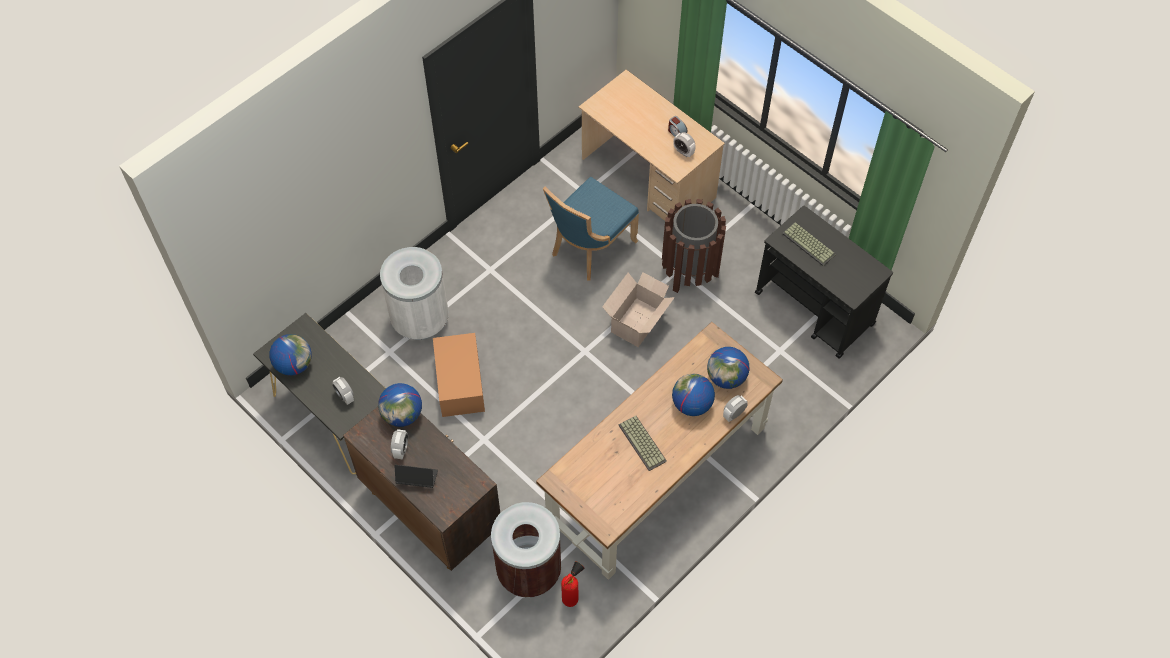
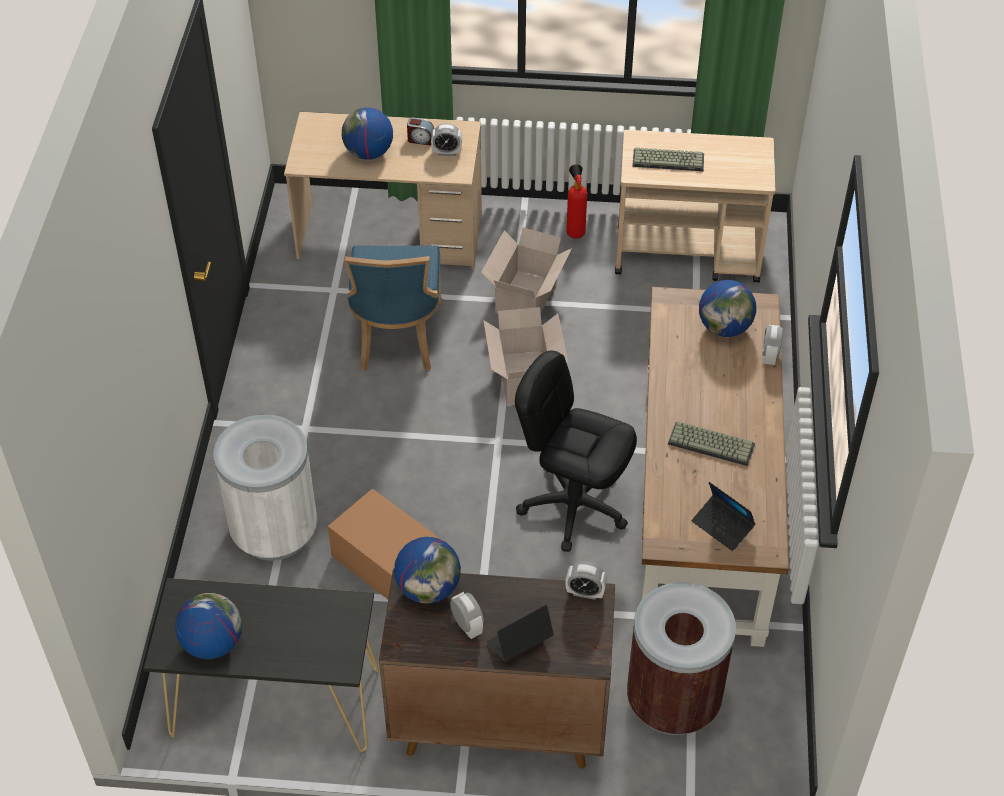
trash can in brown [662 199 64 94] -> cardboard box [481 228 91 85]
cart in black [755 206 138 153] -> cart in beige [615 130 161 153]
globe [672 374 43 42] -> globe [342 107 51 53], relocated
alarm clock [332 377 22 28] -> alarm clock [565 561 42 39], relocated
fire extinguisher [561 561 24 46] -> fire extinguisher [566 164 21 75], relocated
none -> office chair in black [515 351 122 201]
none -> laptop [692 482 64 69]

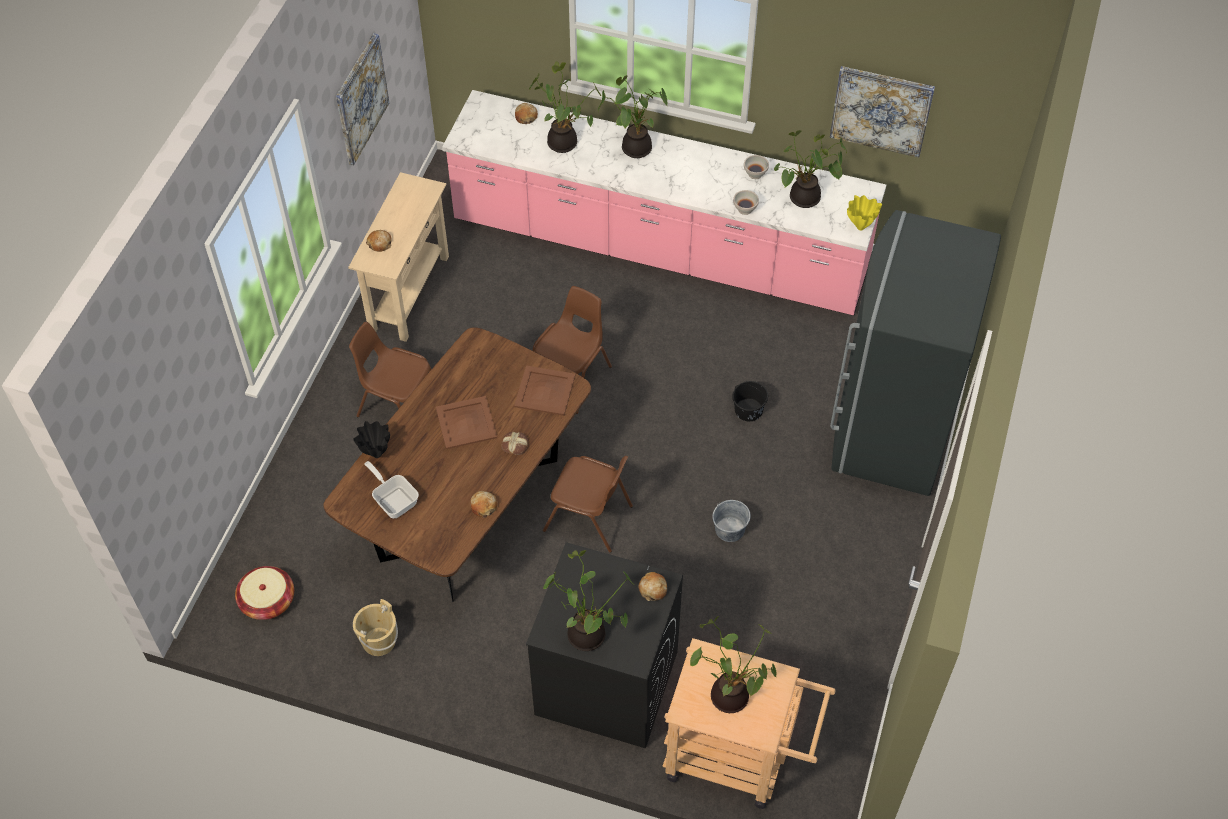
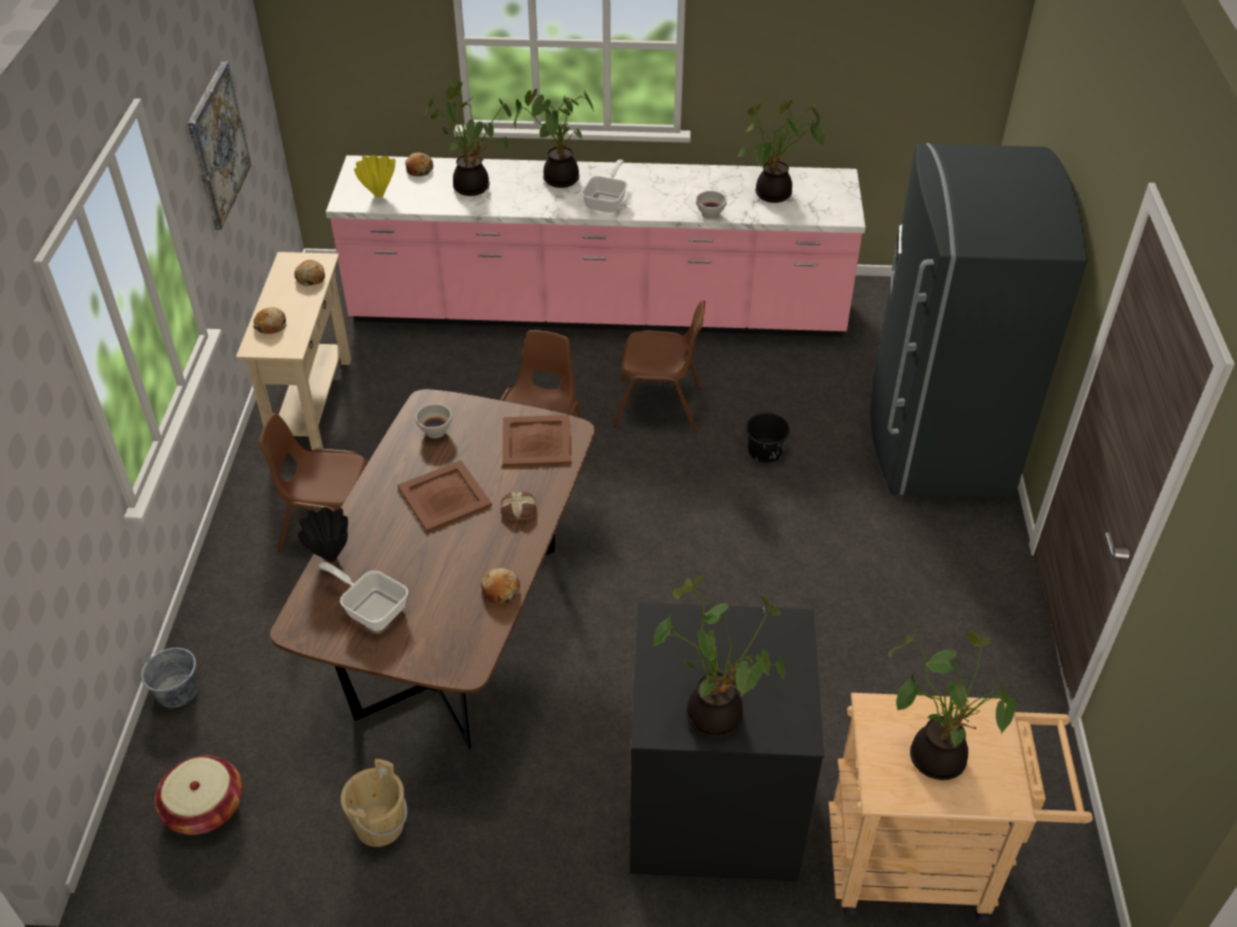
picture [830 66 105 92] -> none
bowl in white [744 155 25 24] -> bowl in white [415 404 37 34], relocated
vase in yellow [847 195 35 35] -> vase in yellow [354 155 41 43], relocated
chair in brown [543 456 90 97] -> chair in brown [613 300 92 132], relocated
bucket in grey [712 500 39 42] -> bucket in grey [141 648 57 60], relocated
bread [638 572 29 29] -> bread [294 260 31 26], relocated
none -> frying pan [581 159 47 54]

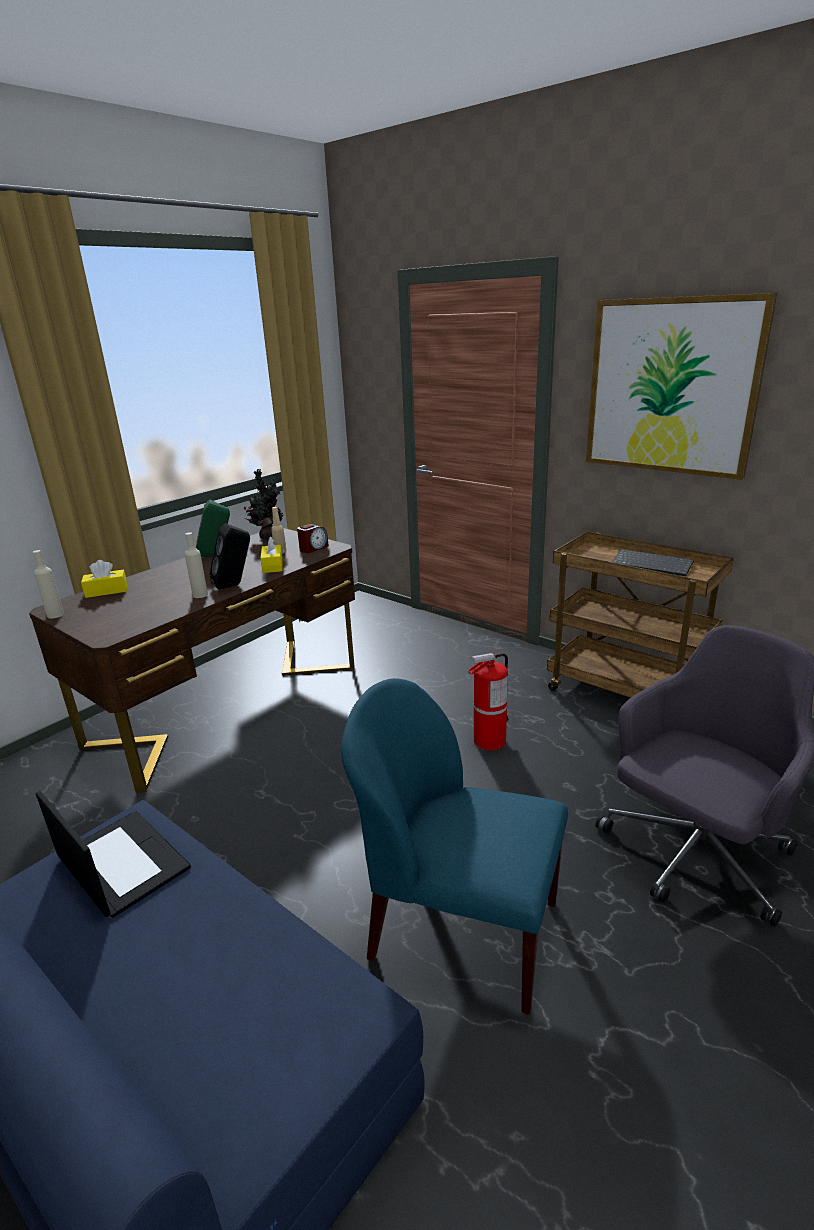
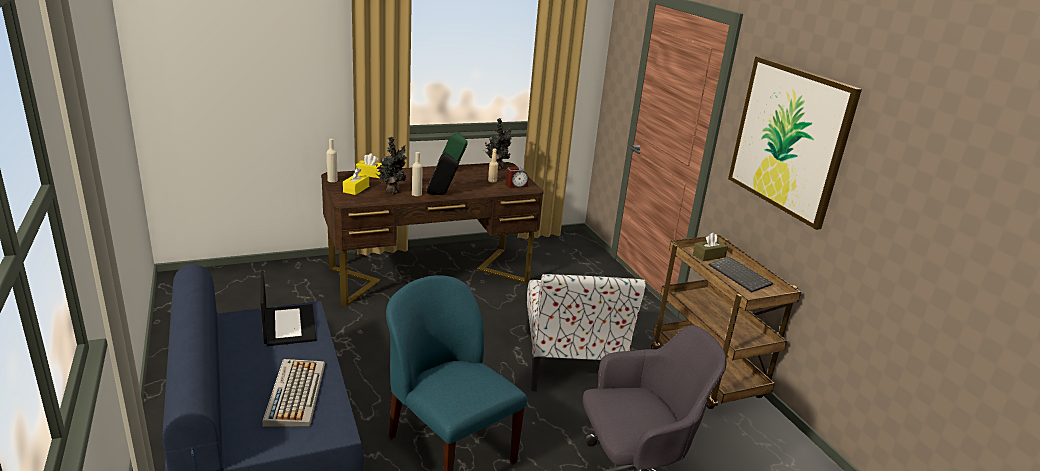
tissue box in yellow [261 536 22 37] -> tissue box in yellow [343 168 26 27], relocated
fire extinguisher [468 653 41 98] -> chair [526 274 120 117]
none -> potted plant [375 136 32 58]
none -> tissue box in brown [693 233 35 28]
none -> keyboard [262 359 63 68]

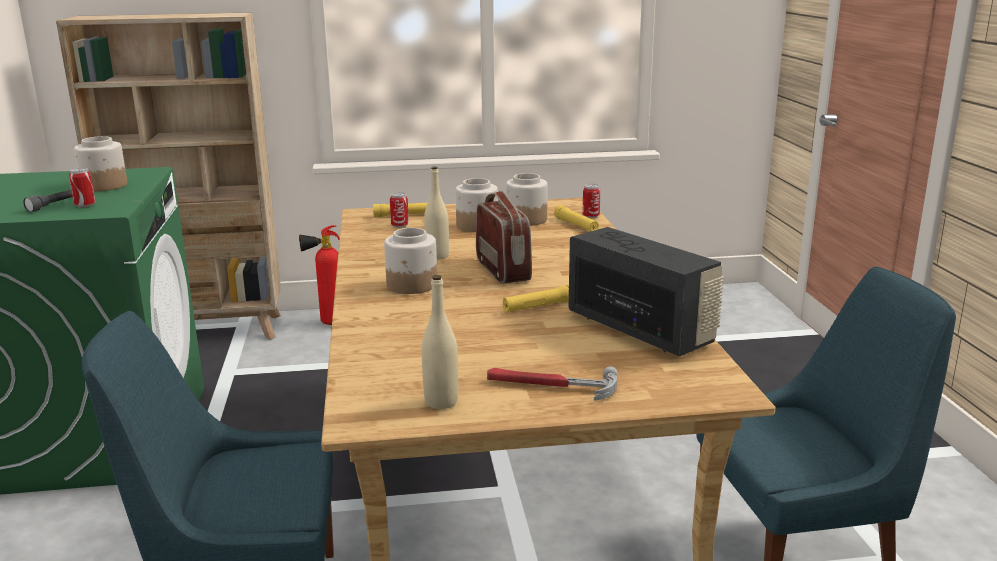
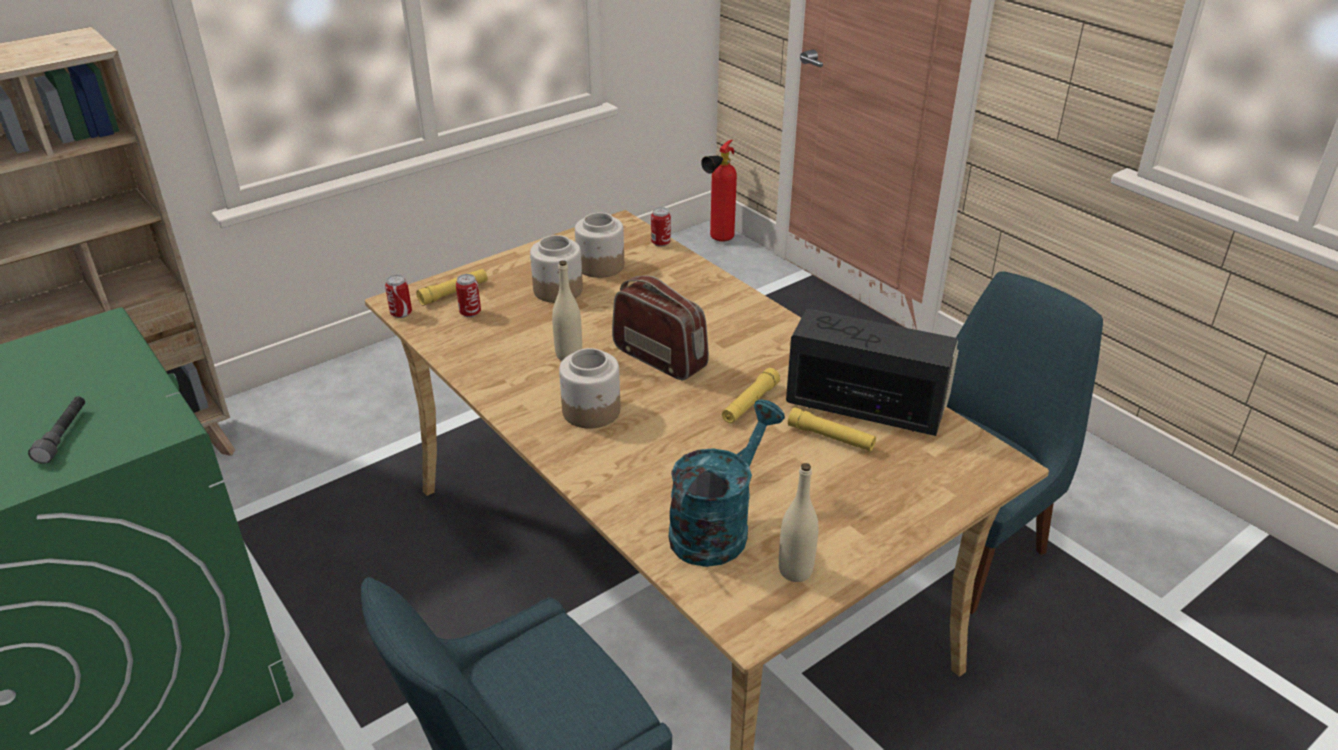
jar [74 136 53 55] -> none
can [69 168 26 40] -> can [385 275 27 43], relocated
flashlight in yellow [554 205 45 26] -> flashlight in yellow [788 407 88 44], relocated
fire extinguisher [299 225 41 100] -> fire extinguisher [701 140 36 101], relocated
hammer [487 366 131 35] -> none
none -> watering can in turquoise [669 400 116 167]

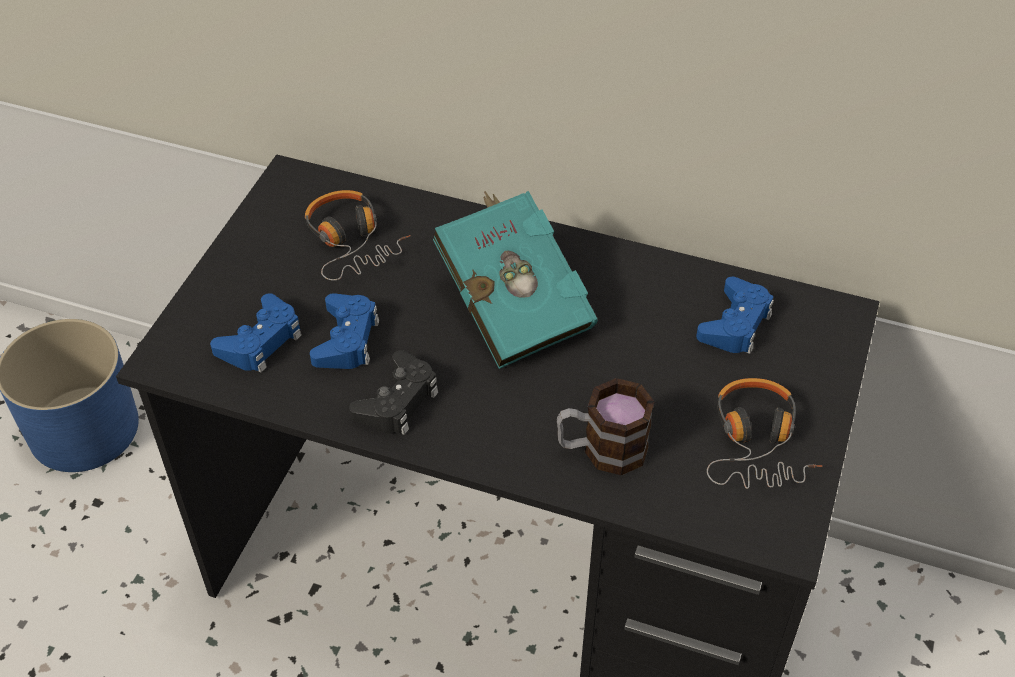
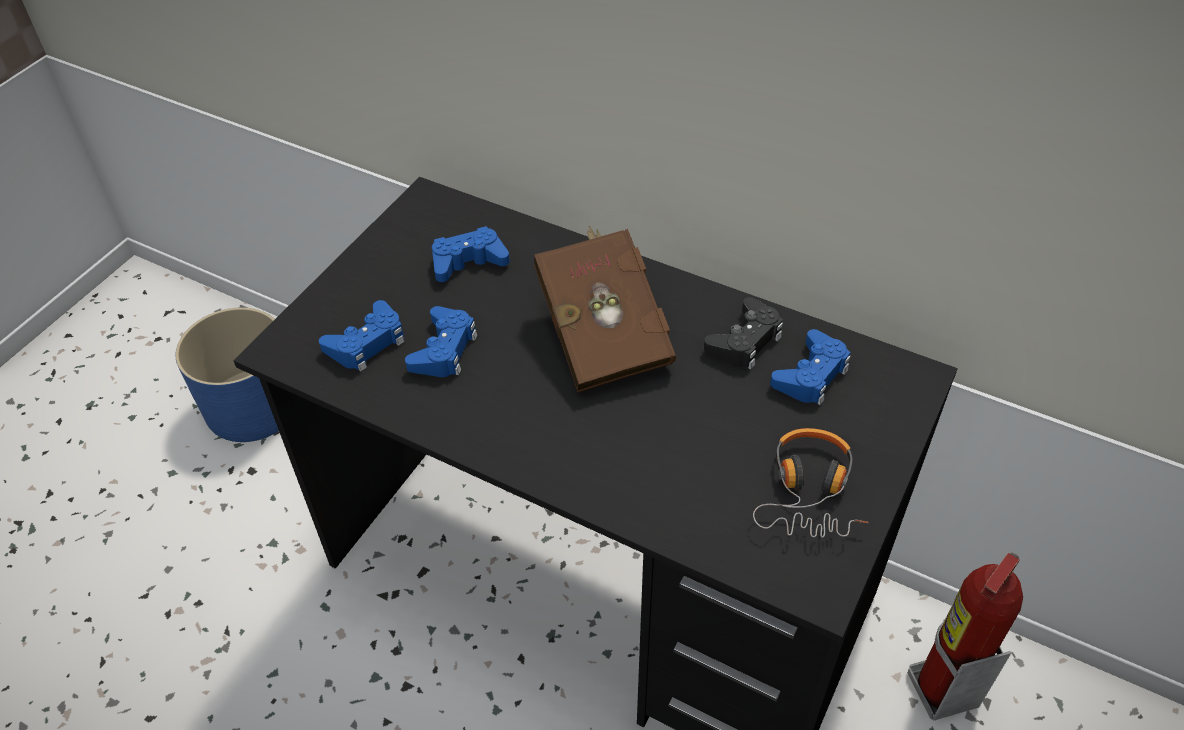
headphones [305 190 106 91] -> game controller in blue [432 226 78 56]
book in turquoise [433 191 165 178] -> book in brown [534 225 142 168]
game controller in black [349 350 89 85] -> game controller in black [704 297 79 72], relocated
mug [557 378 98 97] -> none
none -> fire extinguisher [908 553 115 168]

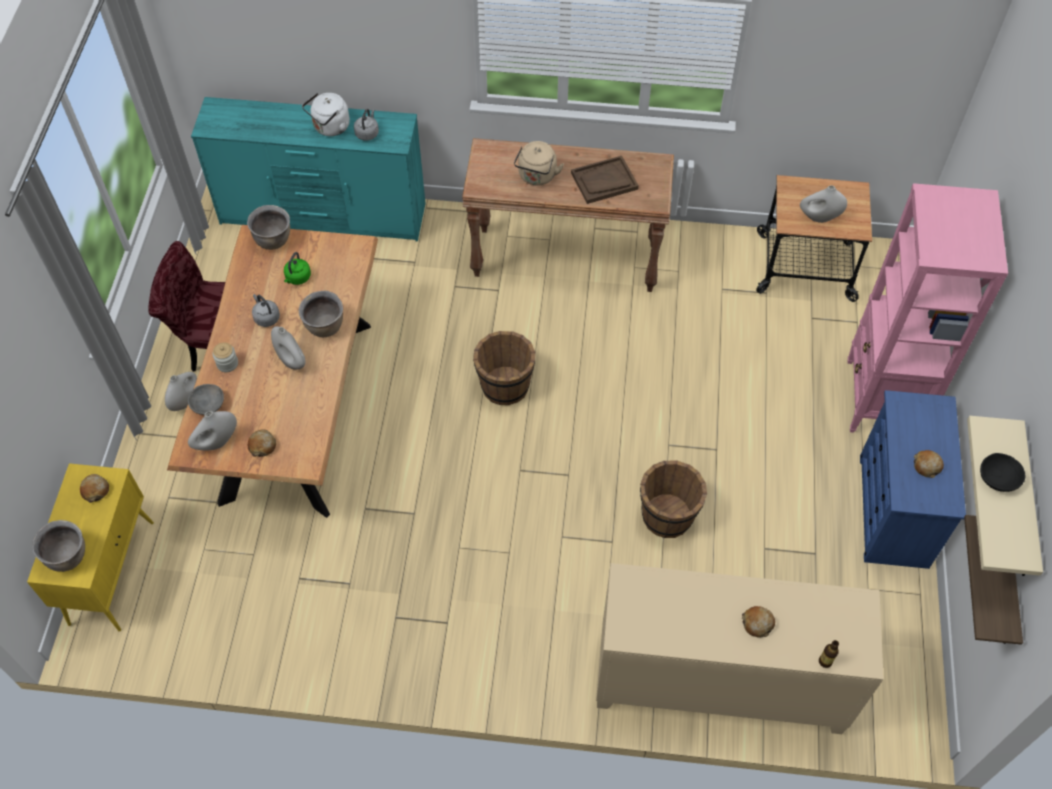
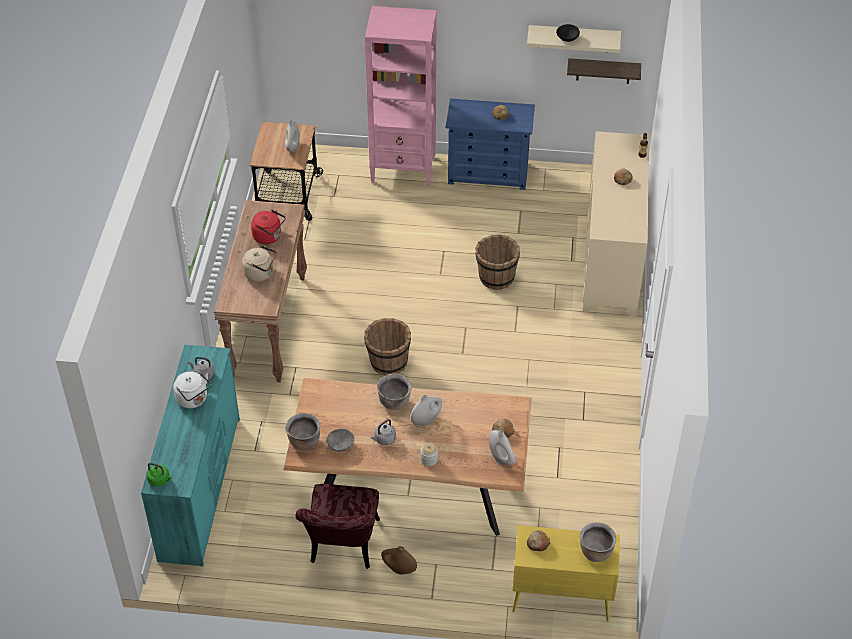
tray in brown [571 156 68 48] -> kettle in red [251 210 35 34]
kettle in green [284 252 27 33] -> kettle in green [146 463 26 24], relocated
vase in white [165 372 32 39] -> vase in brown [381 546 36 29]
bowl in grey [188 384 36 31] -> bowl in grey [327 429 27 23], relocated

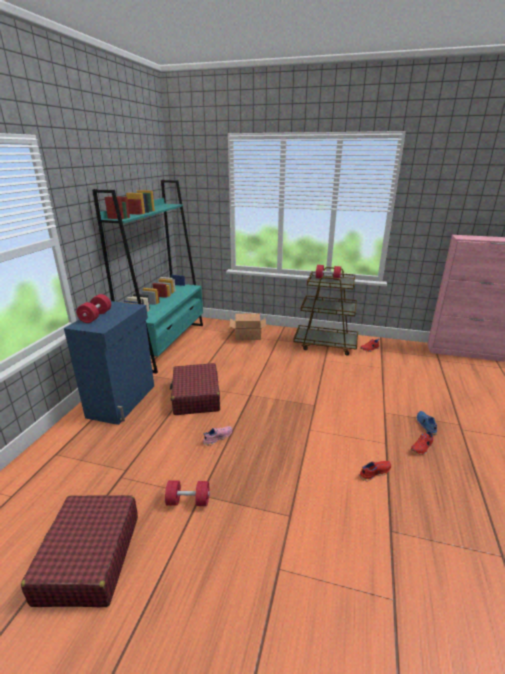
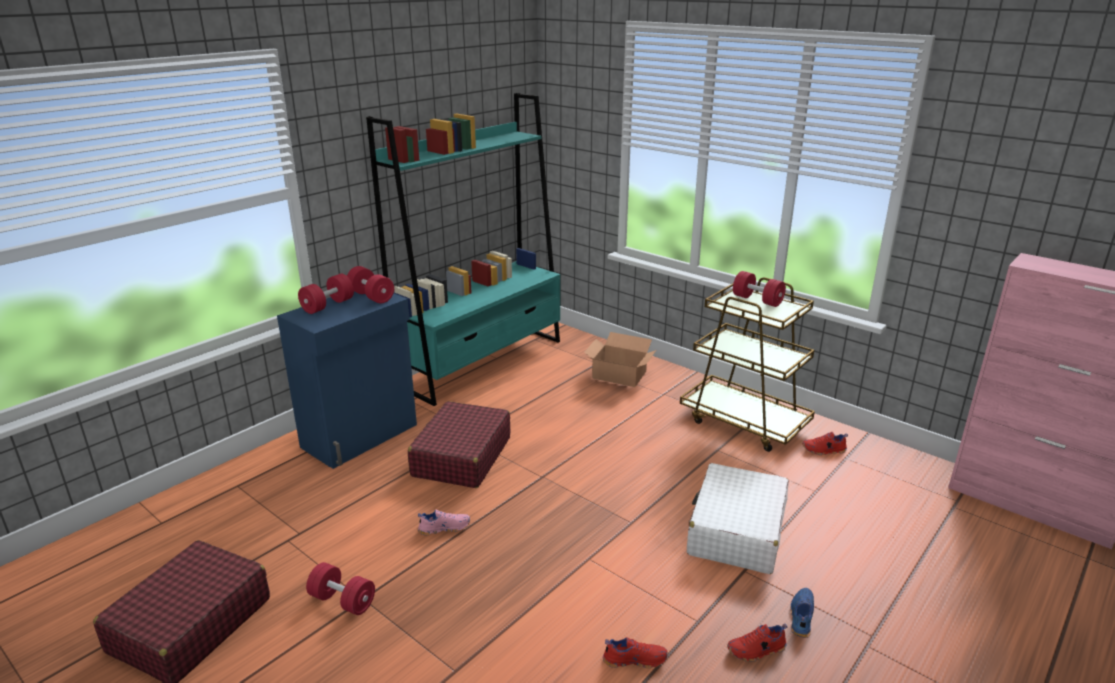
none -> dumbbell in red [347 266 47 37]
none -> suitcase in white [687 463 102 111]

